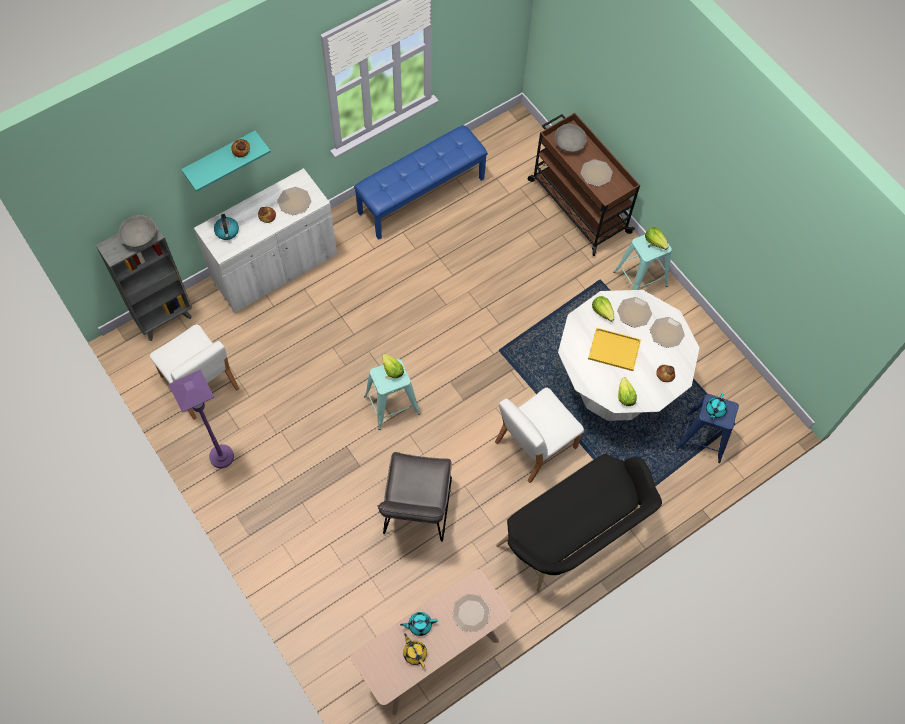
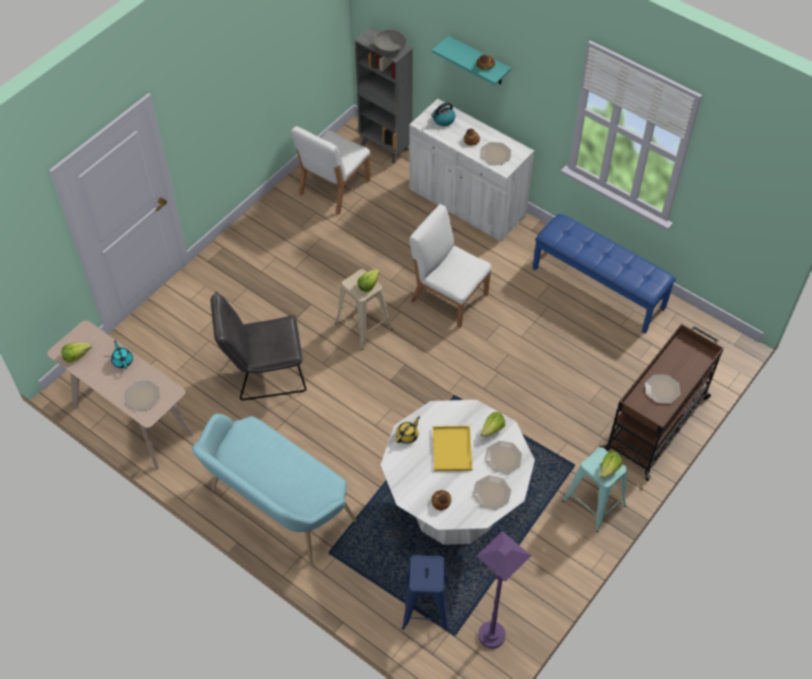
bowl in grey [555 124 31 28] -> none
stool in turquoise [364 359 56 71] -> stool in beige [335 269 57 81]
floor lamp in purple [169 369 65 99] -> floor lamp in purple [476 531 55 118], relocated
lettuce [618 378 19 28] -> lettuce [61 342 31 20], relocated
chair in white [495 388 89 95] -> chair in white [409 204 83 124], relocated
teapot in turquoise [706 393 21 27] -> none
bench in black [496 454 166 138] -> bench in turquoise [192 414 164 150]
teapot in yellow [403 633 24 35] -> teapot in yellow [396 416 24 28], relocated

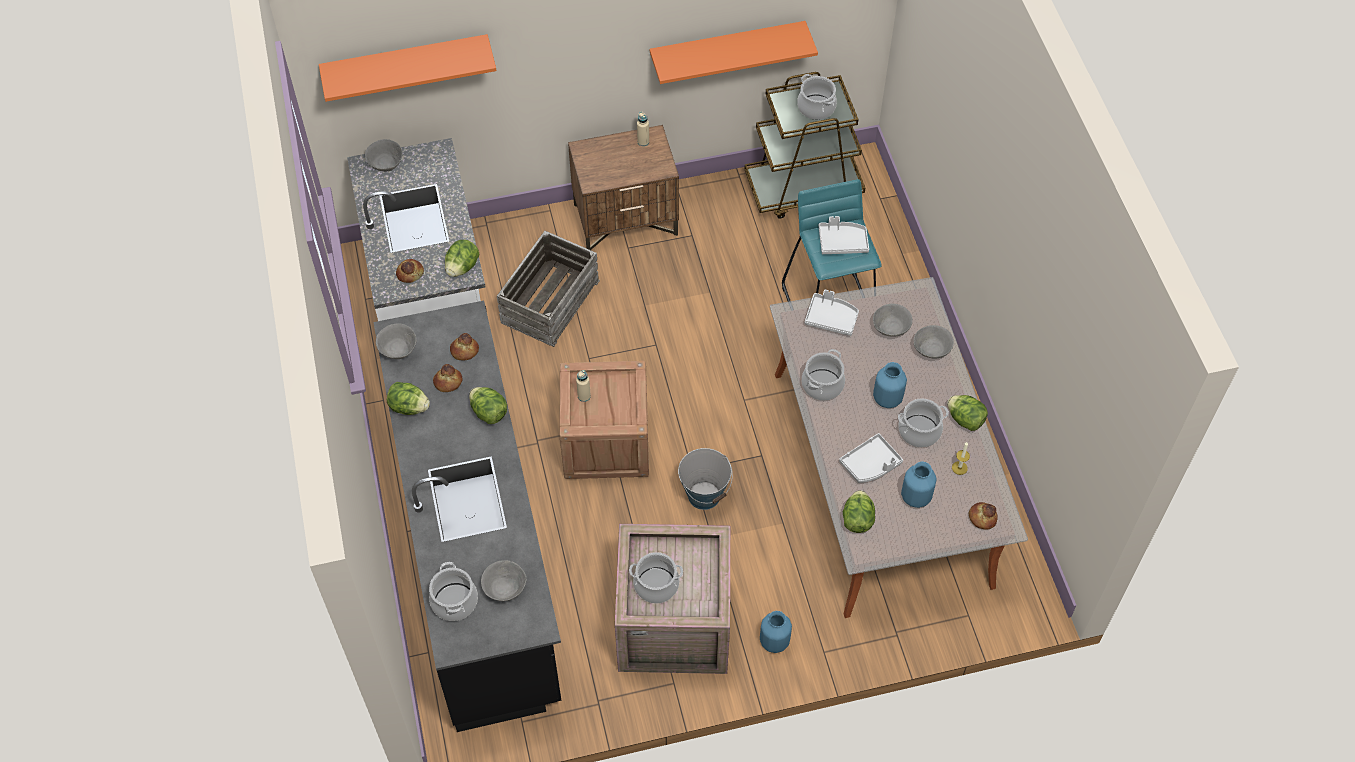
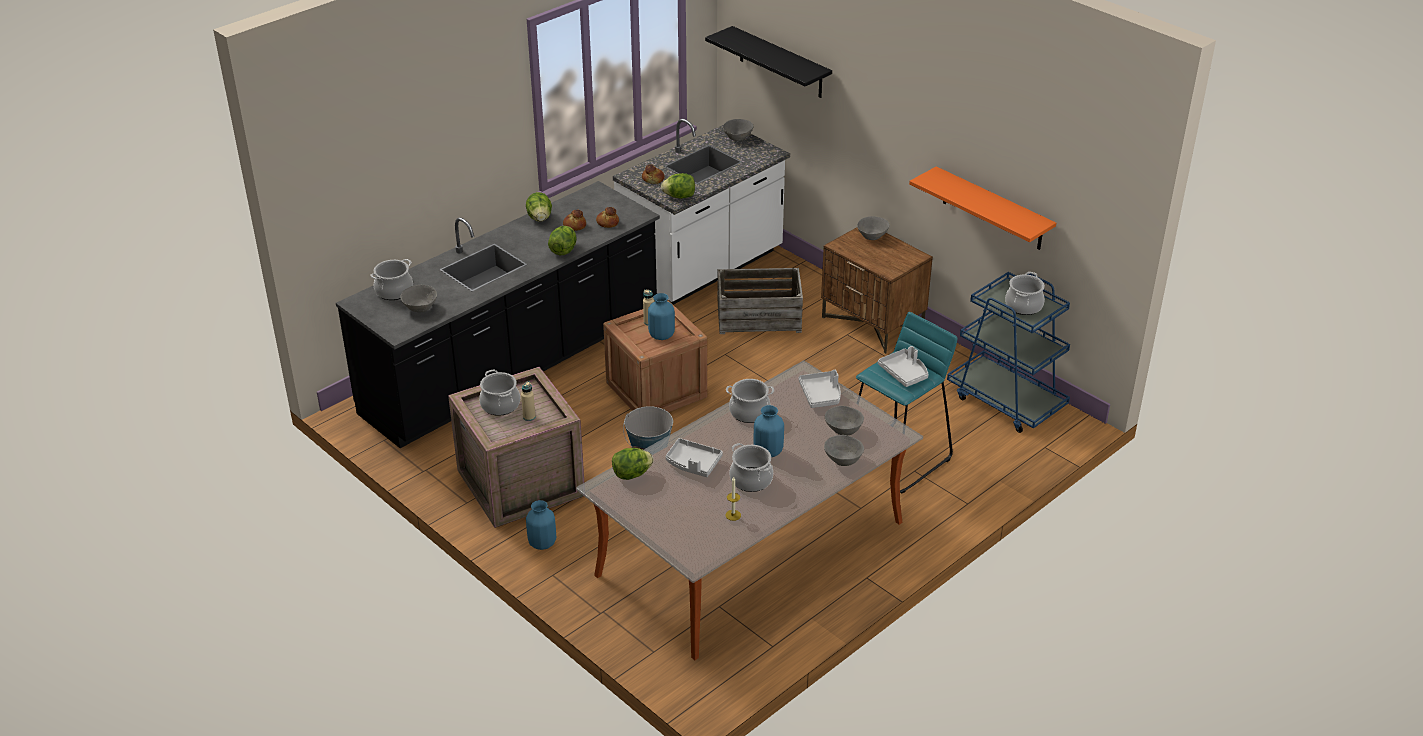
shelf in orange [319 34 177 68] -> shelf in black [705 26 127 72]
cart in brown [745 72 120 147] -> cart in blue [947 272 123 161]
bottle in beige [637 112 12 34] -> bottle in beige [521 381 15 40], relocated
bowl in grey [376 323 40 36] -> bowl in grey [857 216 32 24], relocated
lettuce [947 395 41 36] -> none
vase in blue [901 461 36 47] -> vase in blue [648 293 27 47], relocated
bread [969 502 29 28] -> none

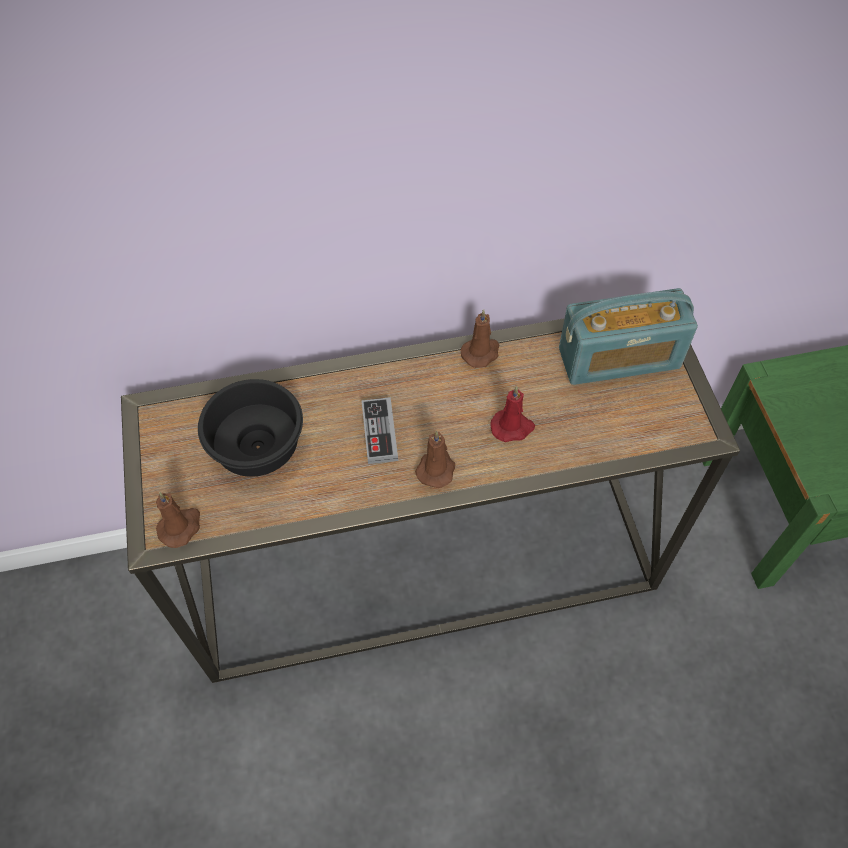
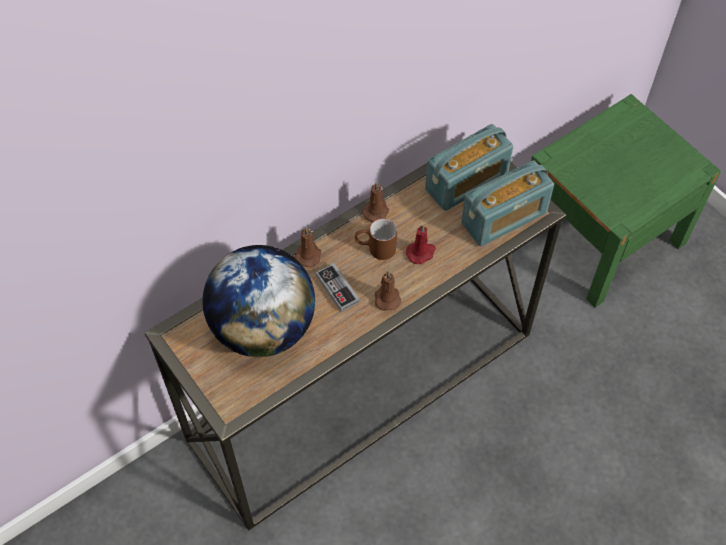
bowl in black [198 379 105 98] -> globe [203 245 112 112]
candle in brown [156 492 44 56] -> candle in brown [294 227 27 40], relocated
none -> radio [461 160 93 86]
none -> mug in brown [355 219 42 41]

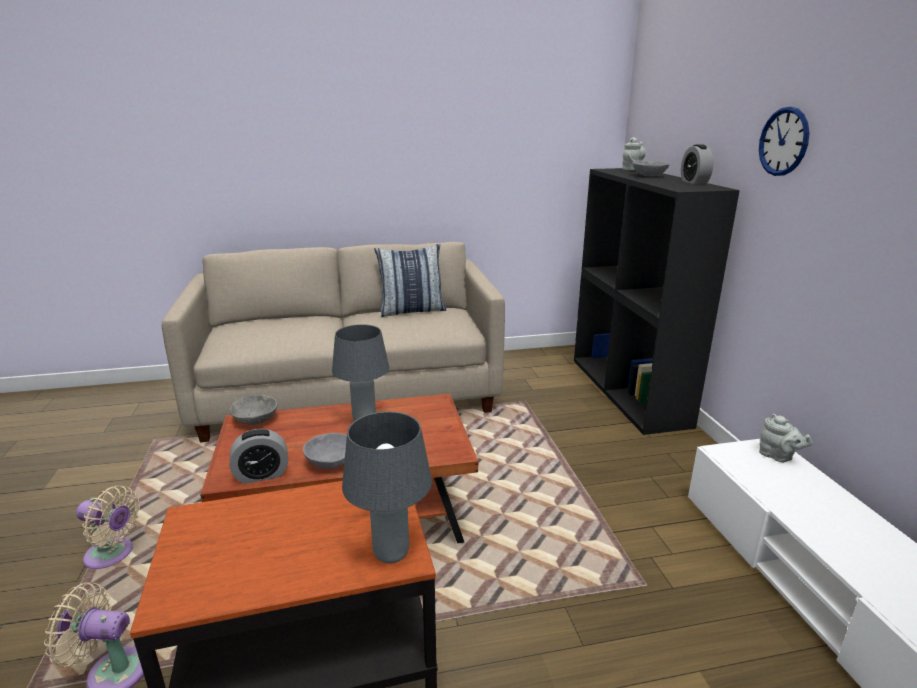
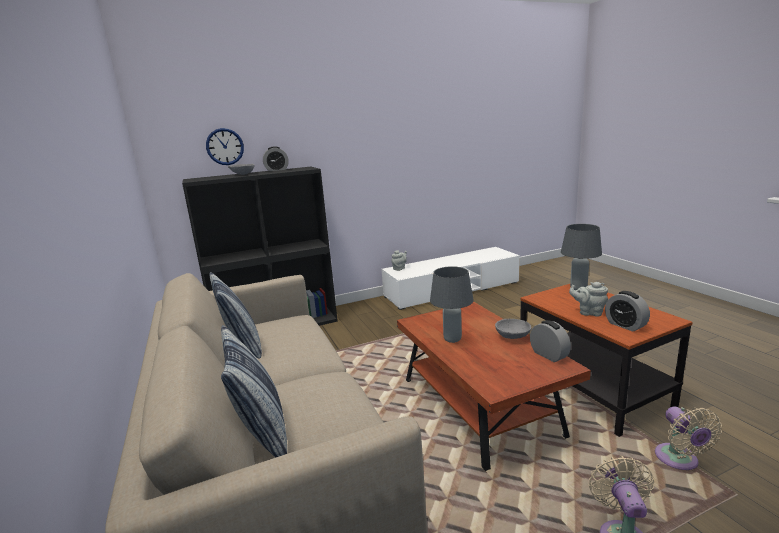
wall clock [759 107 51 69] -> wall clock [206 128 38 37], relocated
teapot in grey [622 137 24 33] -> teapot in grey [569 282 39 35], relocated
bowl in grey [230 395 47 30] -> none
none -> alarm clock [605 291 45 41]
none -> pillow [221 325 66 132]

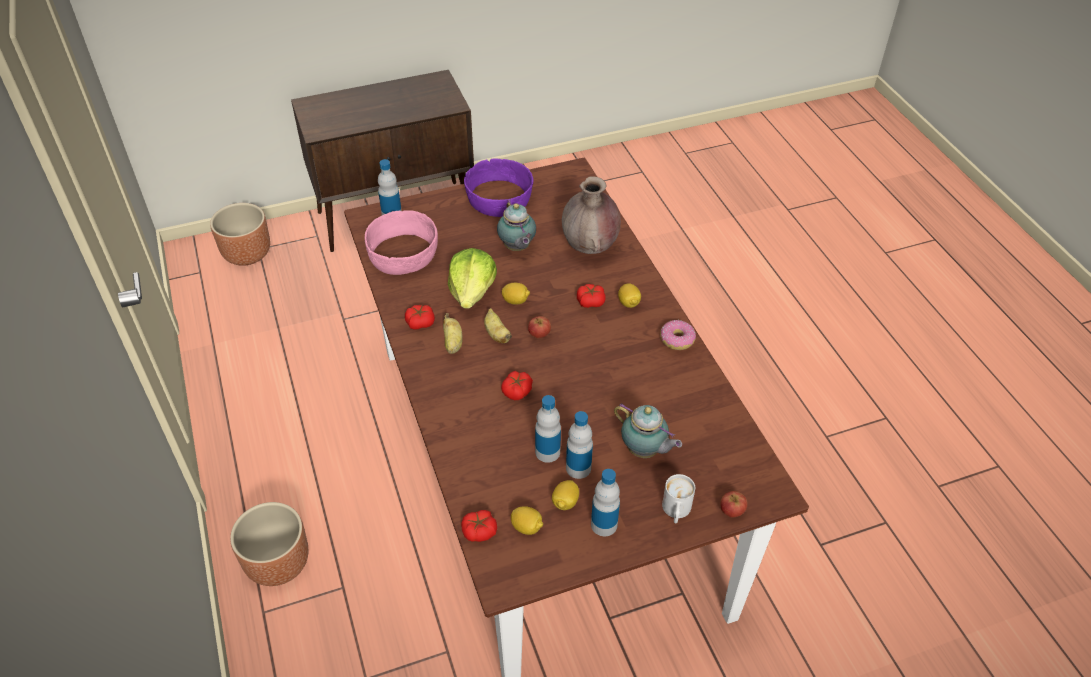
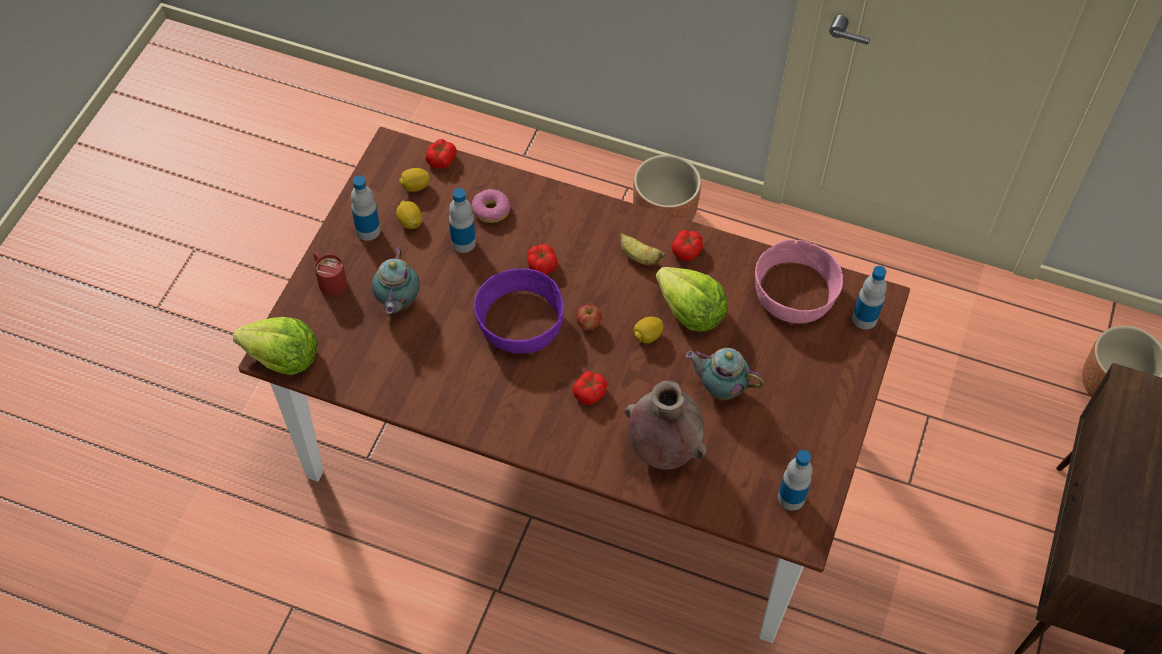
bowl in purple [464 159 69 58] -> bowl in purple [474 268 90 86], relocated
lemon [618 283 23 25] -> none
banana [484 308 28 35] -> none
donut [660 320 36 30] -> donut [471 189 39 34], relocated
teapot [614 403 68 55] -> teapot [372 247 48 67], 75 degrees counterclockwise
bottle [566 411 27 68] -> bottle [778 450 35 61], relocated
mug in white [662 474 33 49] -> mug in red [314 252 33 44]
apple [720 491 27 27] -> none
none -> lettuce [233 317 85 58]

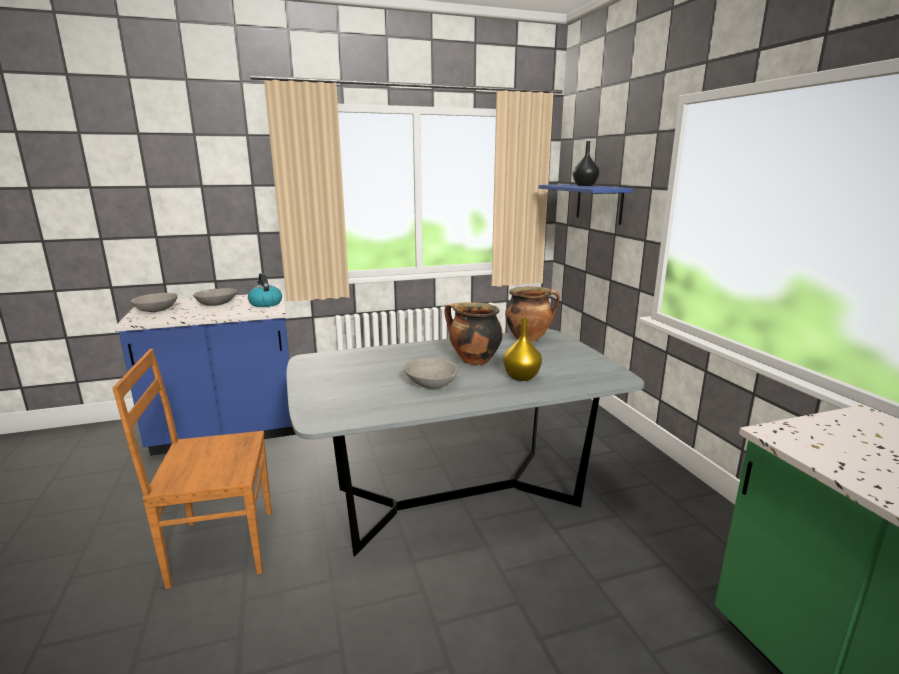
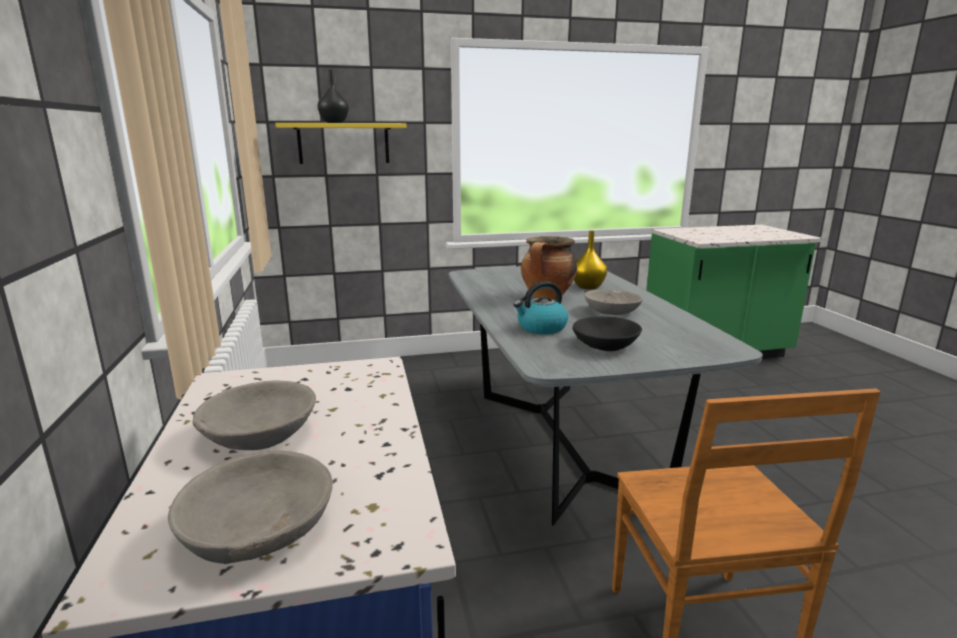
shelf in blue [539 185 94 40] -> shelf in yellow [276 123 130 41]
kettle [248 273 34 34] -> kettle [513 281 55 53], relocated
cooking pot [505 286 55 56] -> none
none -> bowl in black [573 316 69 35]

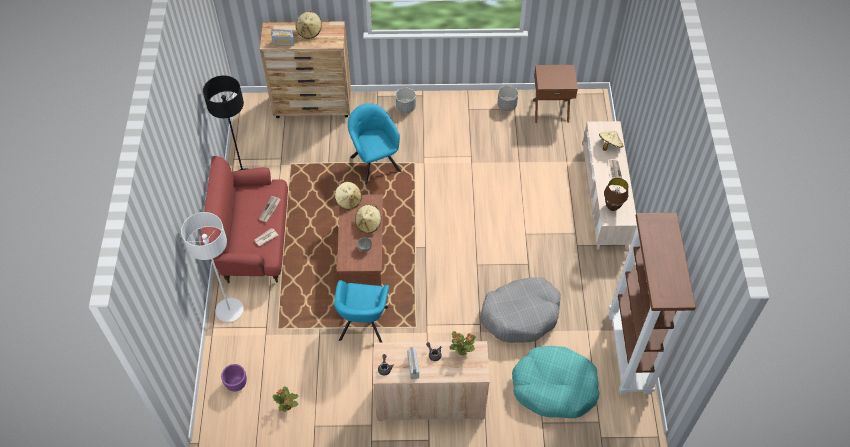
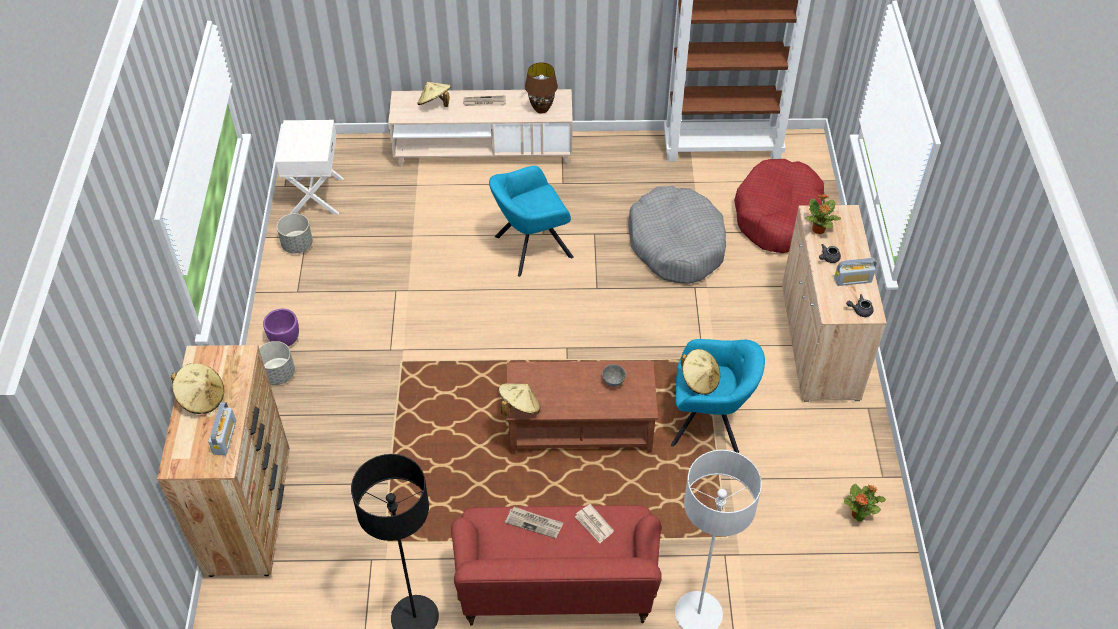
nightstand in brown [533 65 45 58] -> nightstand in white [276 120 68 95]
armchair in turquoise [348 103 54 82] -> armchair in turquoise [489 166 85 111], relocated
hat in beige [355 204 26 29] -> hat in beige [681 349 39 46], relocated
dog bed in turquoise [512 346 88 72] -> dog bed in red [734 159 91 94]
planter in purple [221 364 26 27] -> planter in purple [263 309 36 37], relocated

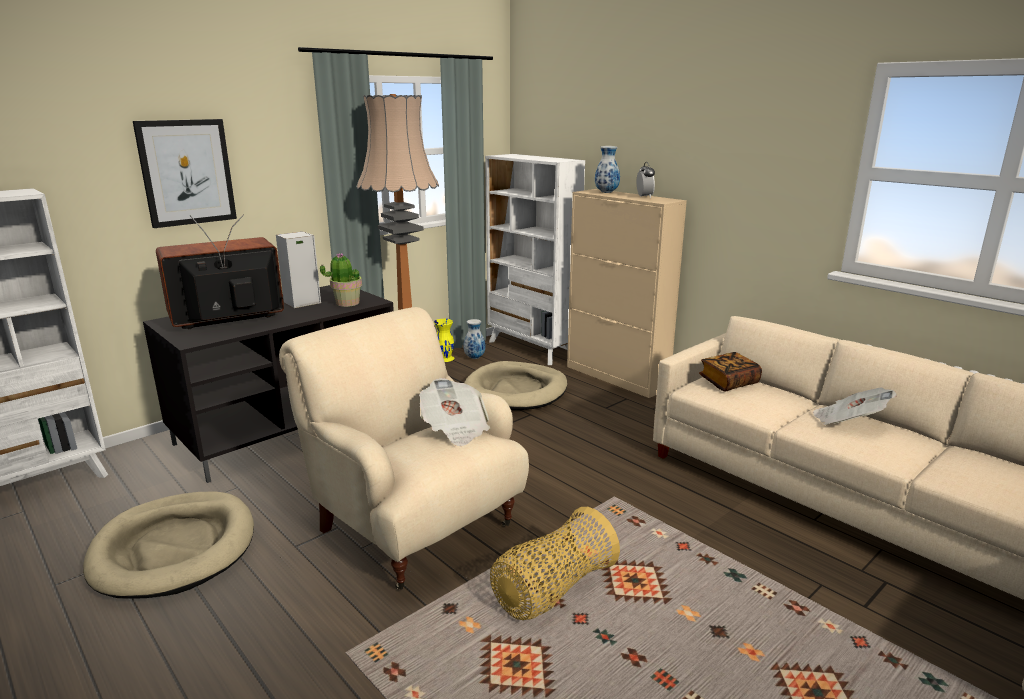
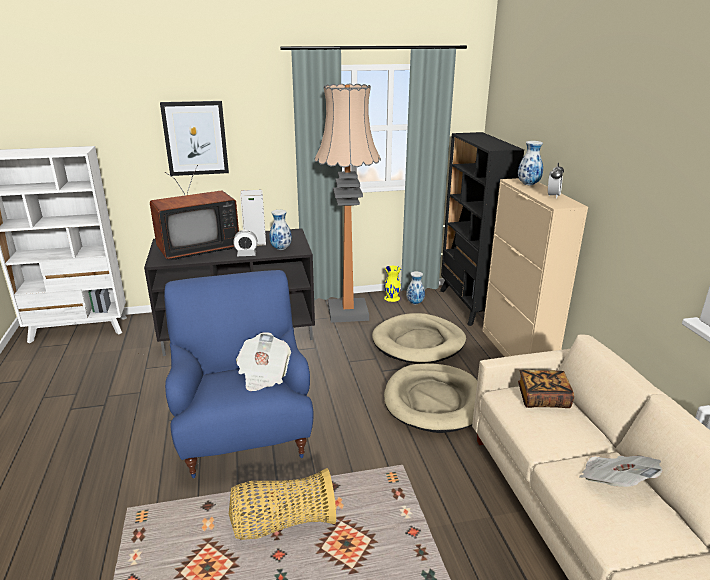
bookcase in white [485 154 100 211] -> bookcase in black [440 132 84 194]
television [156 215 128 115] -> television [150 165 89 95], 150 degrees clockwise
potted plant [320 253 42 54] -> vase [269 210 23 40]
armchair in beige [279 307 250 283] -> armchair in blue [164 270 149 208]
dog bed in beige [83 492 171 106] -> dog bed in beige [384 363 93 70], relocated
none -> alarm clock [233 230 24 26]

